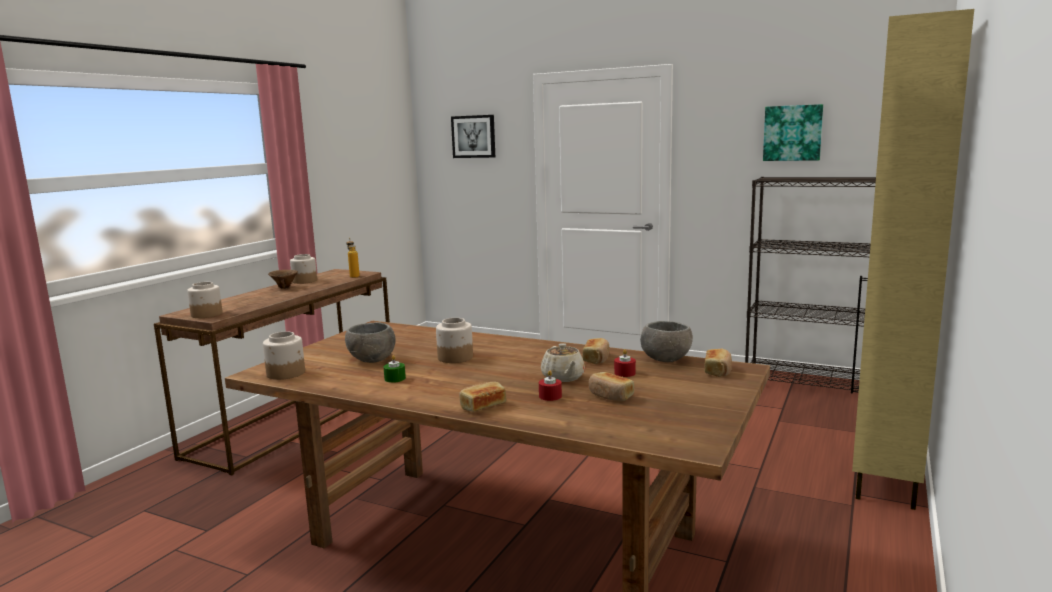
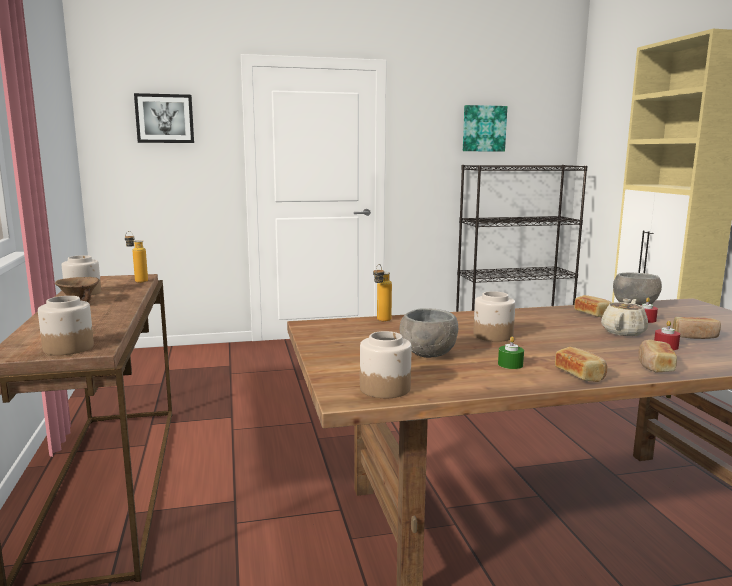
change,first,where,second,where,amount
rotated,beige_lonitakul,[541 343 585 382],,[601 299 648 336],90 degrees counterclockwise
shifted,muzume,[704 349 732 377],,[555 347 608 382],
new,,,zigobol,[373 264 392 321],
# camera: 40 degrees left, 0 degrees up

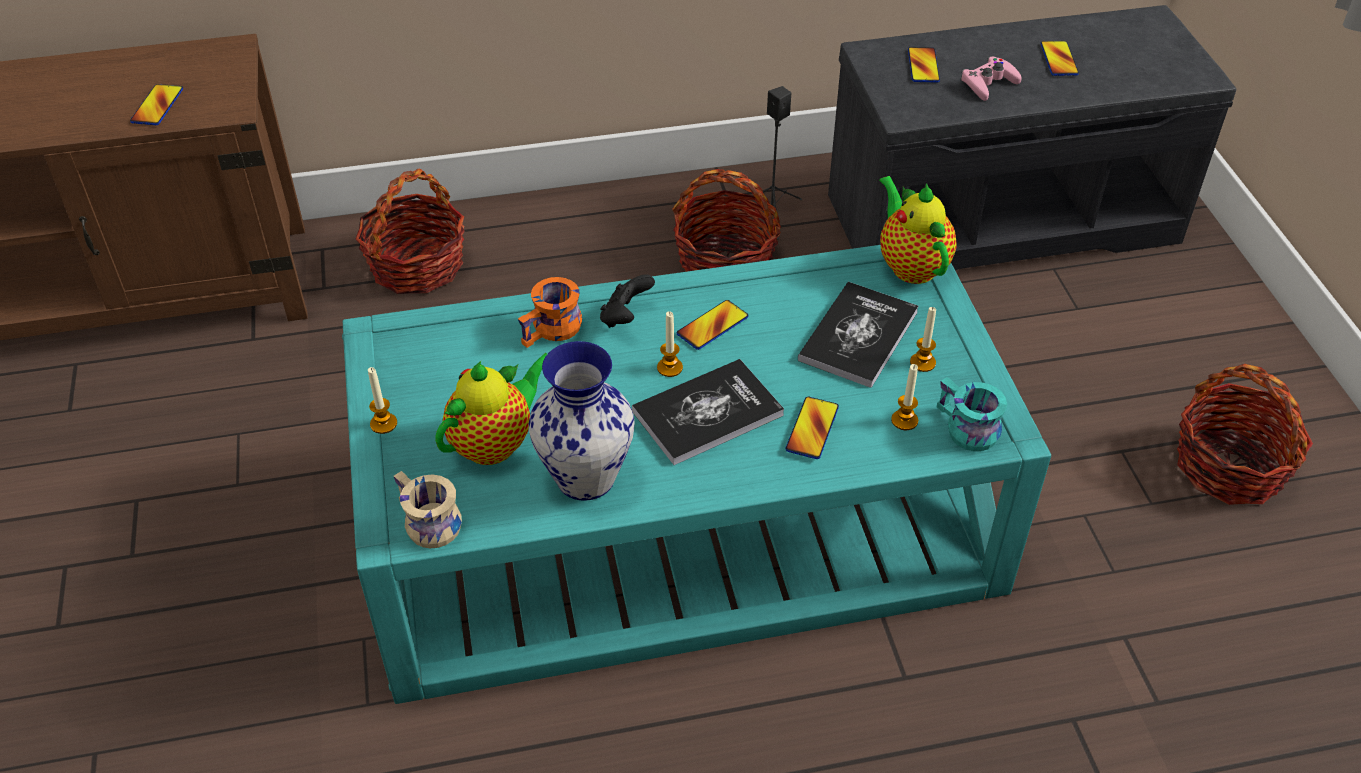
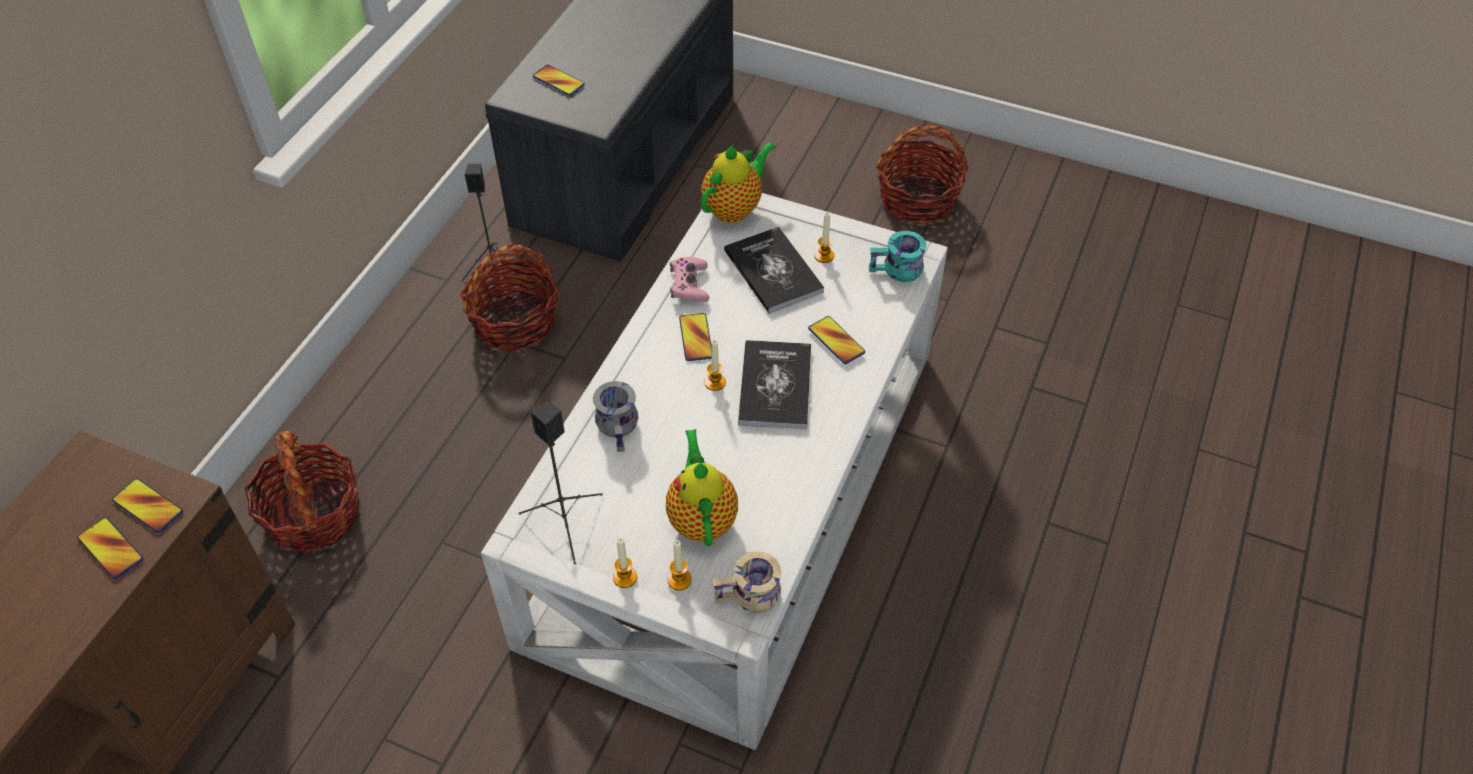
change,first,where,second,where,amount
shifted,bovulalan,[1040 41 1079 76],,[112 478 183 533],
shifted,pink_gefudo,[961 56 1022 101],,[670 257 709 302],
rotated,lonitakul,[879 176 957 284],,[701 142 776 223],120 degrees clockwise
repainted,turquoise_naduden,[342 245 1051 704],white_naduden,[481 193 948 750],
gone,black_gefudo,[600 274 655 328],,,
repainted,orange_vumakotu,[518 277 582 348],grey_vumakotu,[593 381 638 452],
gone,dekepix,[529 341 635 501],,,
shifted,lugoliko,[891 364 918 430],,[667 540 692 590],
new,,,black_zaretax,[519 401 603 565],
# camera: 55 degrees left, 5 degrees up

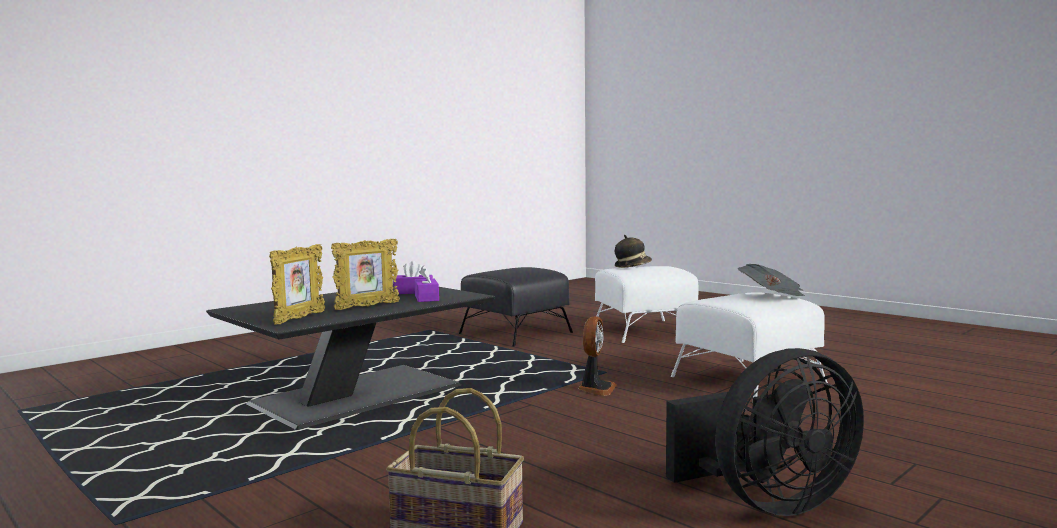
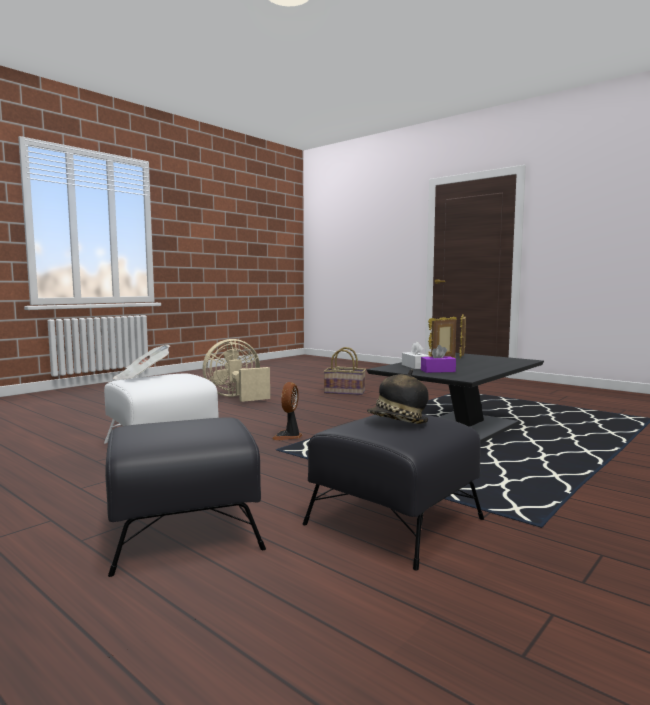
change,first,where,second,where,amount
shifted,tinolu,[615 235 652 268],,[367 369 428 424],
repainted,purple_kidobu,[415 266 439 302],white_kidobu,[402 342 429 369],
repainted,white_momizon,[595 266 698 343],black_momizon,[105 417 266 577],
repainted,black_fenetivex,[666 348 864 516],beige_fenetivex,[202 339 270 402],
# camera: 175 degrees right, 0 degrees up

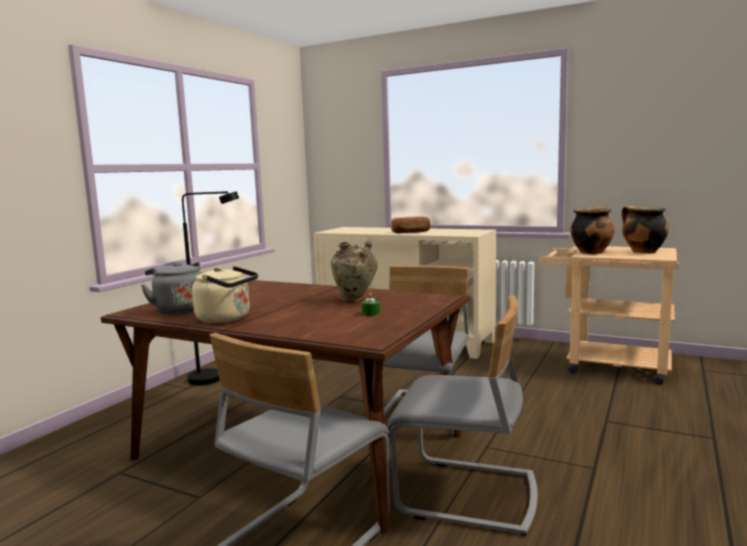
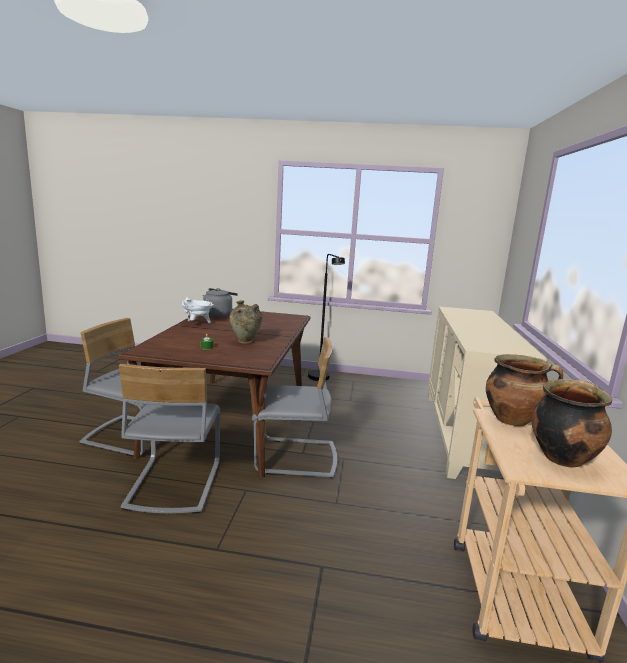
change,first,where,second,where,amount
gone,muzume,[391 216 430 233],,,
swapped,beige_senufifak,[192 266 258 323],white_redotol,[182 297 214 323],
# camera: 70 degrees right, 5 degrees up

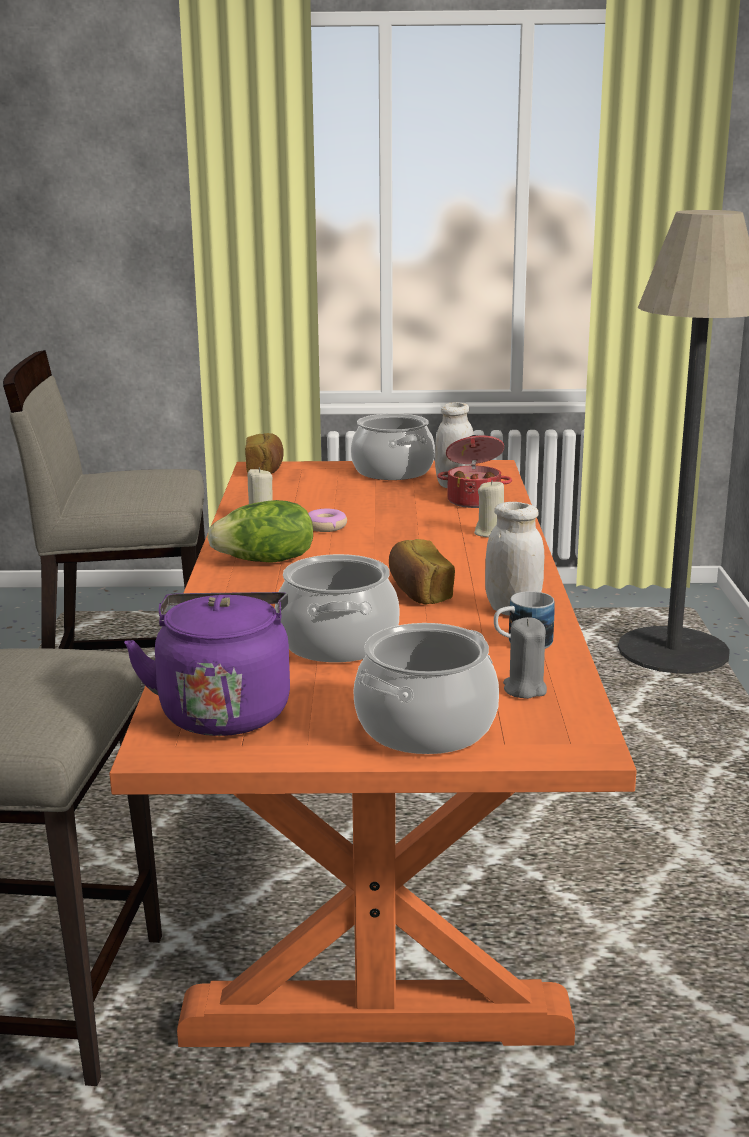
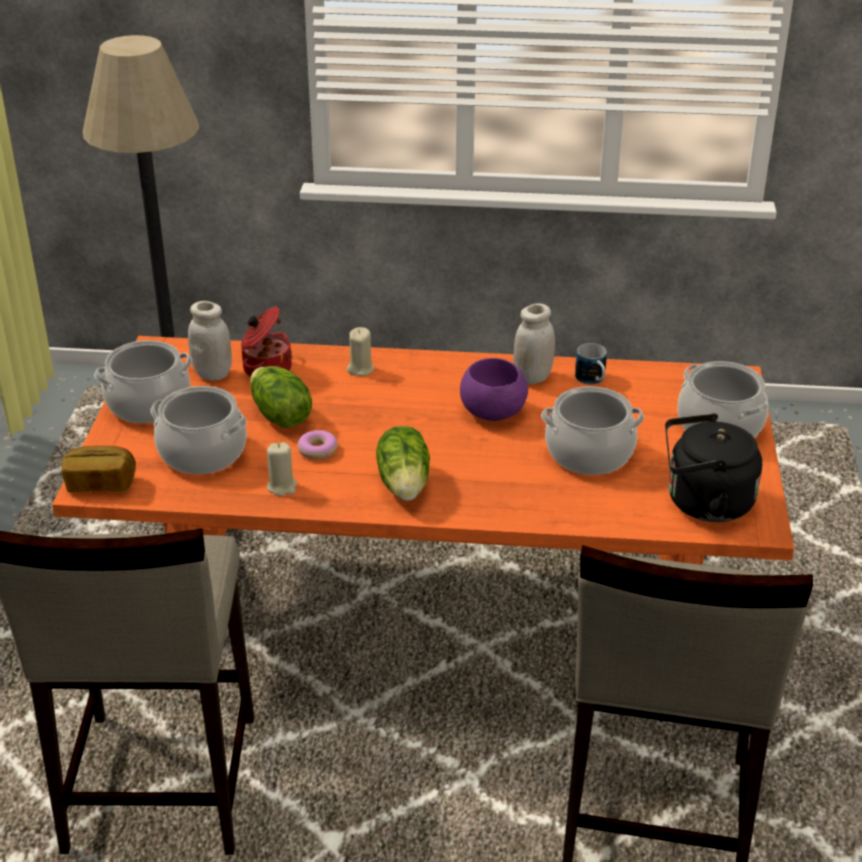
change,first,where,second,where,amount
swapped,muzume,[389 539 455 604],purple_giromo,[460 358 528 421],
repainted,purple_senufifak,[124 592 290 736],black_senufifak,[665 413 763 522],
gone,grey_lugoliko,[503 617 547 699],,,
new,,,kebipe,[250 366 312 428],
new,,,redotol,[151 386 247 474],
# camera: 85 degrees left, 15 degrees up

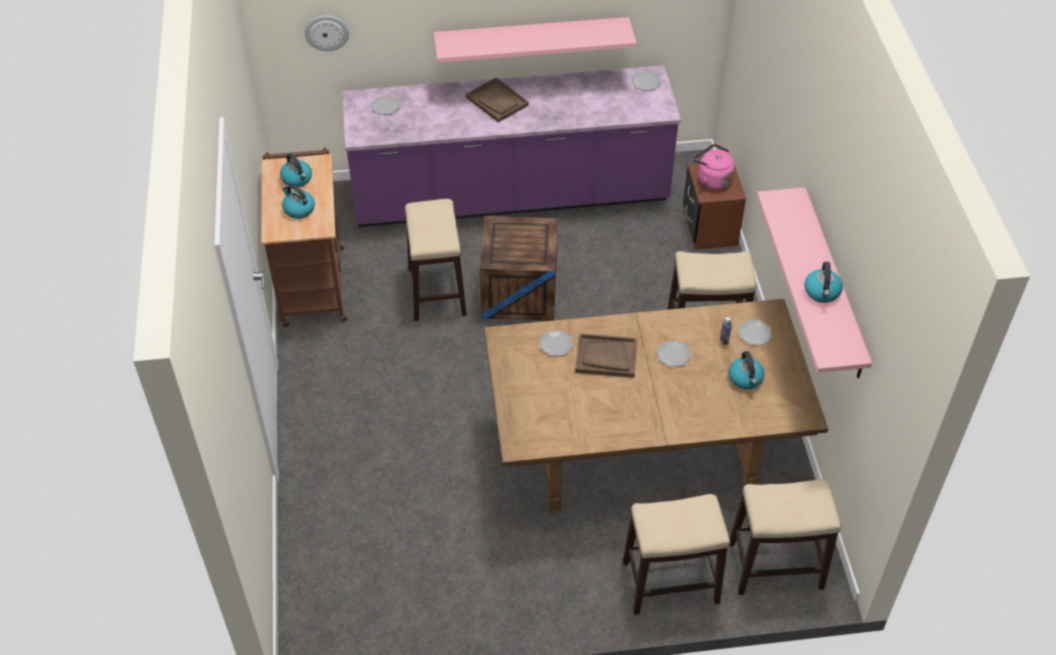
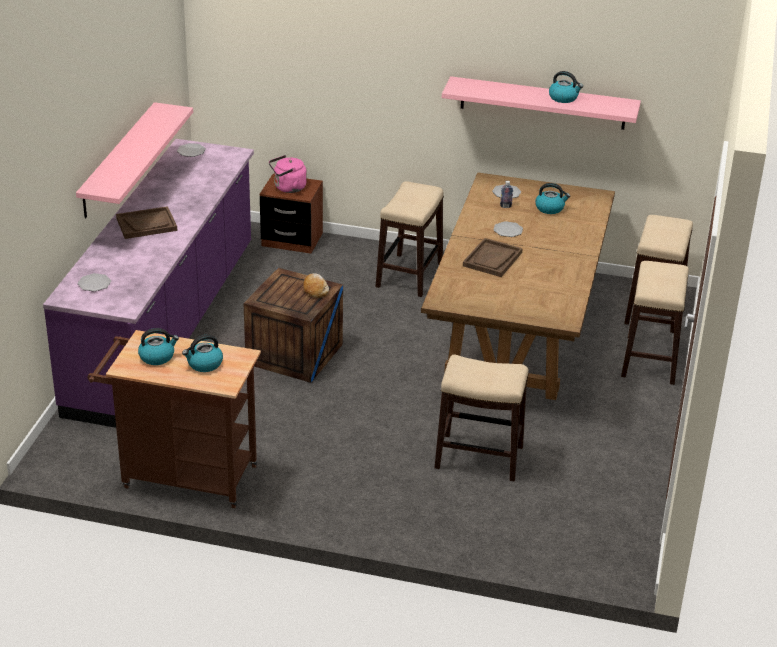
change,first,where,second,where,amount
gone,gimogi,[305 16 349 51],,,
shifted,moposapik,[405 199 467 321],,[434 355 529 481],
gone,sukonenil,[539 330 573 356],,,
new,,,muzume,[303 273 329 298],
# camera: 70 degrees left, 15 degrees down

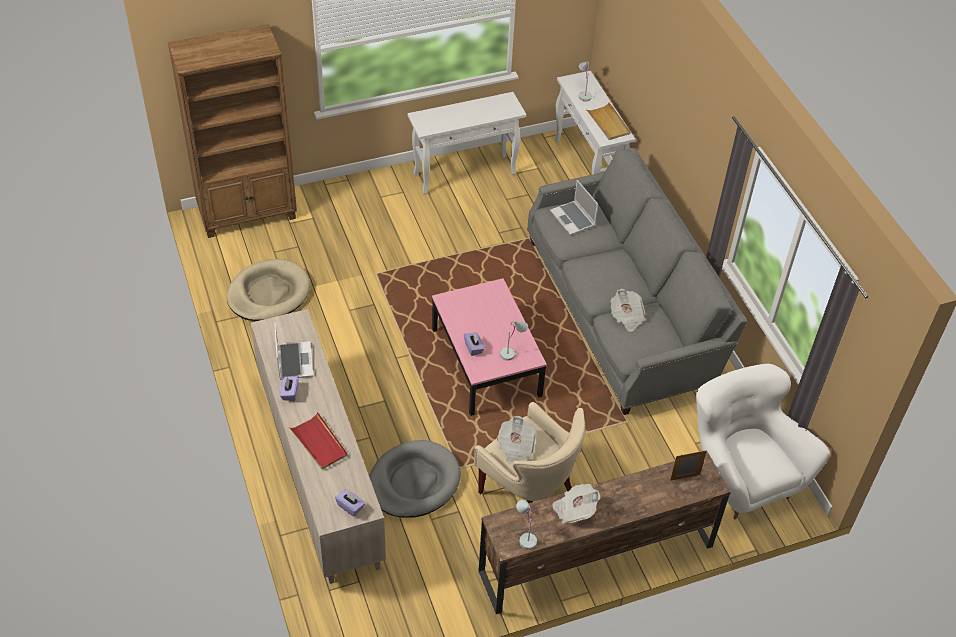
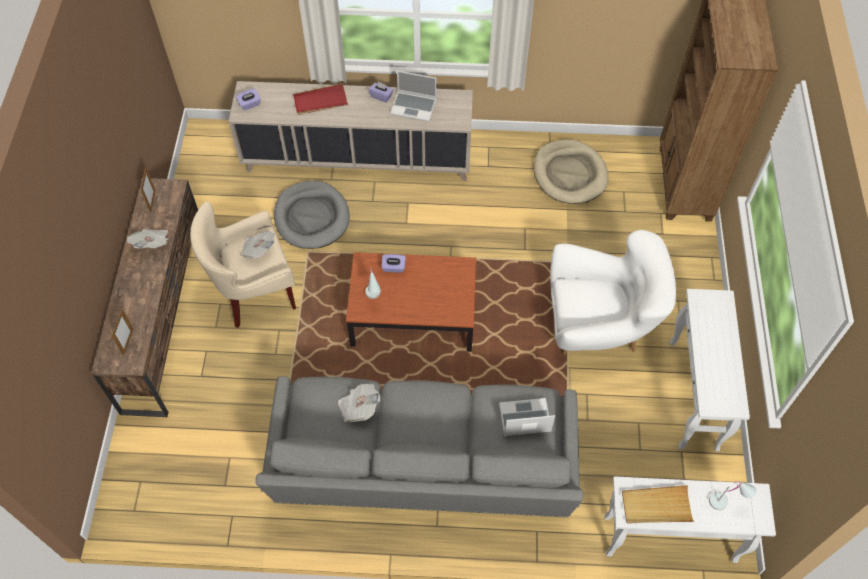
change,first,where,second,where,amount
repainted,pink_naduden,[432 278 547 416],brown_naduden,[346 252 476 352],
shifted,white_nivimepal,[696 364 830 519],,[550 230 676 355],
swapped,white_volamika,[516 500 537 550],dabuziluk,[141 167 156 213],
# camera: 115 degrees right, 10 degrees up

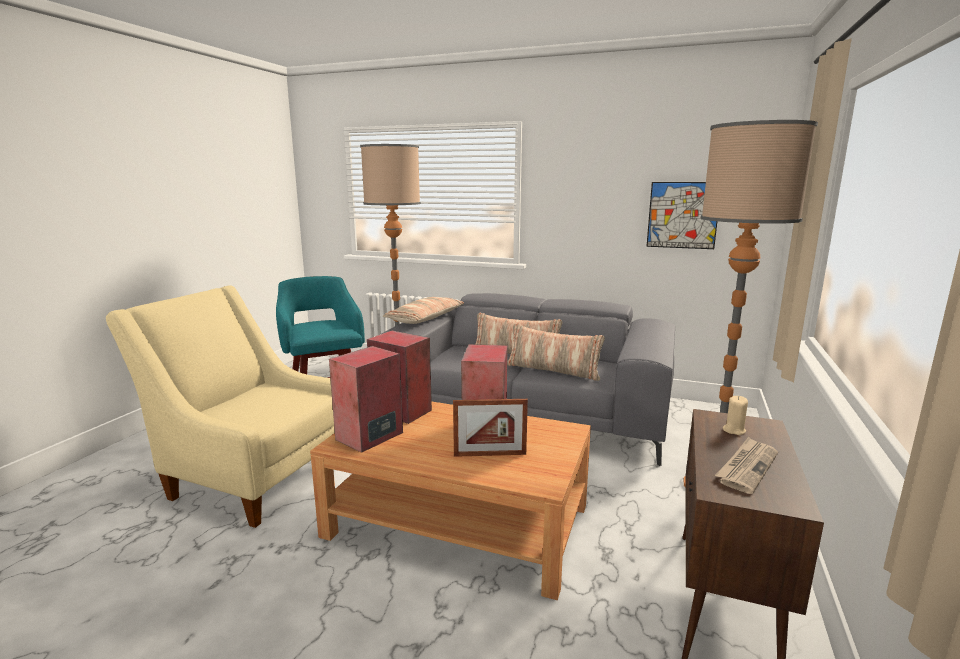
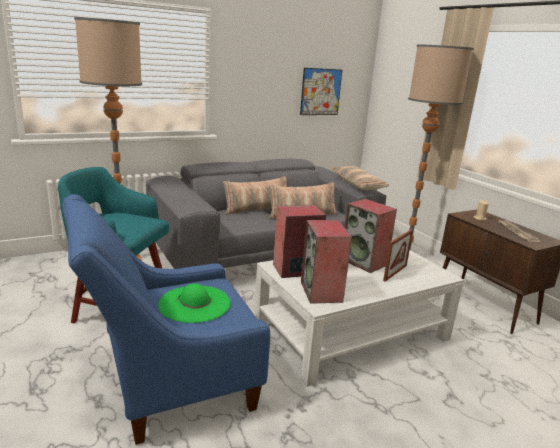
change,first,where,second,where,amount
repainted,beige_nivimepal,[106 286 335 528],blue_nivimepal,[62 194 270 445],
shifted,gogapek,[383 297 464 324],,[331 166 389 190],
repainted,brown_naduden,[310 402 591 600],white_naduden,[254 240 464 387],
new,,,green_tinolu,[158 283 231 323],
# camera: 50 degrees left, 5 degrees up

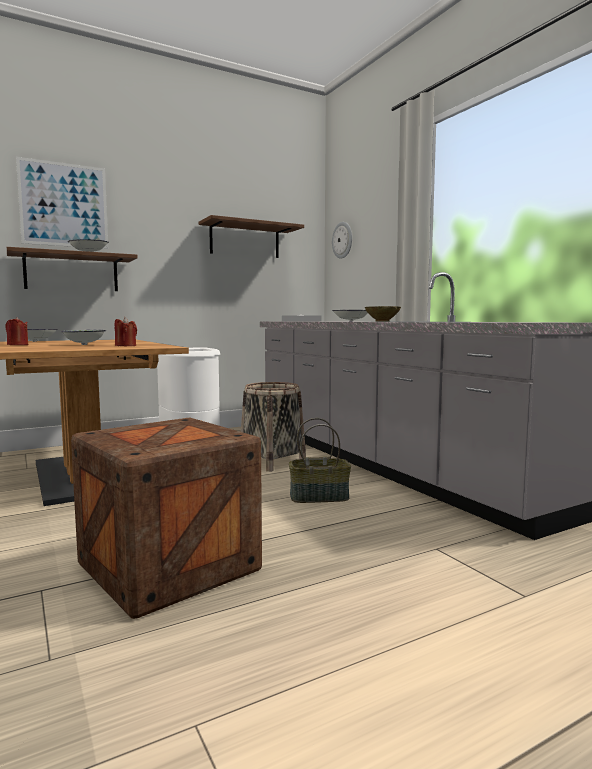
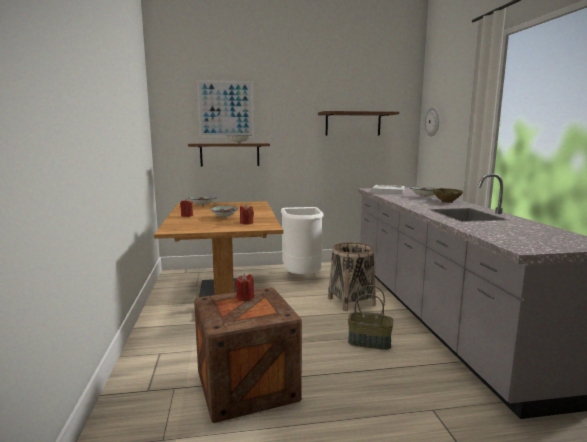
change,first,where,second,where,amount
new,,,red_lugoliko,[235 274 254 301],
# camera: 20 degrees right, 5 degrees up

